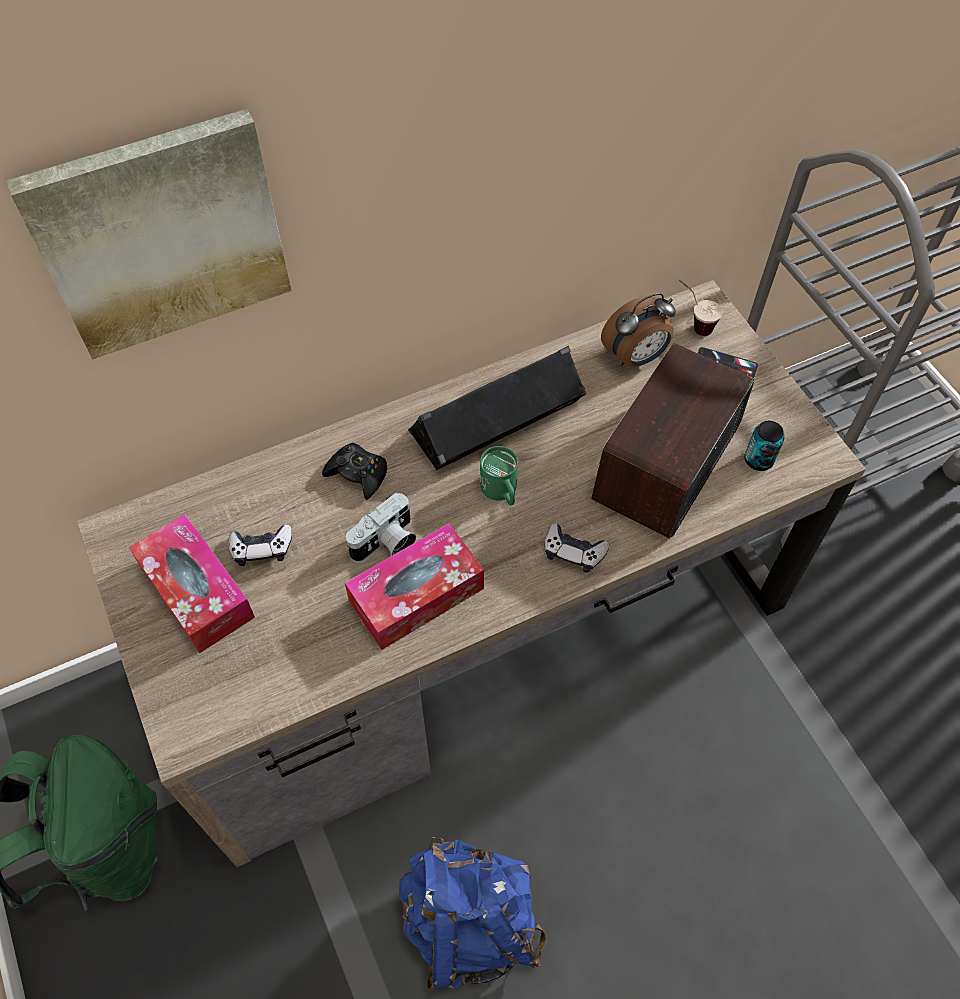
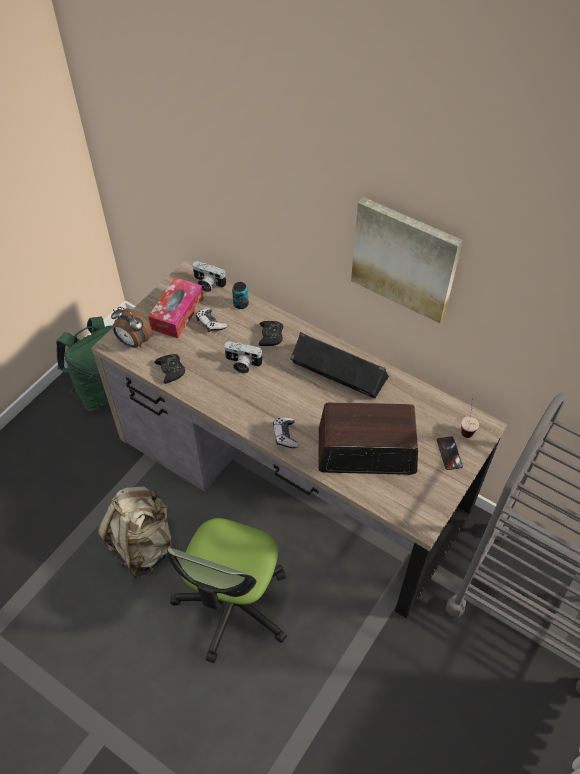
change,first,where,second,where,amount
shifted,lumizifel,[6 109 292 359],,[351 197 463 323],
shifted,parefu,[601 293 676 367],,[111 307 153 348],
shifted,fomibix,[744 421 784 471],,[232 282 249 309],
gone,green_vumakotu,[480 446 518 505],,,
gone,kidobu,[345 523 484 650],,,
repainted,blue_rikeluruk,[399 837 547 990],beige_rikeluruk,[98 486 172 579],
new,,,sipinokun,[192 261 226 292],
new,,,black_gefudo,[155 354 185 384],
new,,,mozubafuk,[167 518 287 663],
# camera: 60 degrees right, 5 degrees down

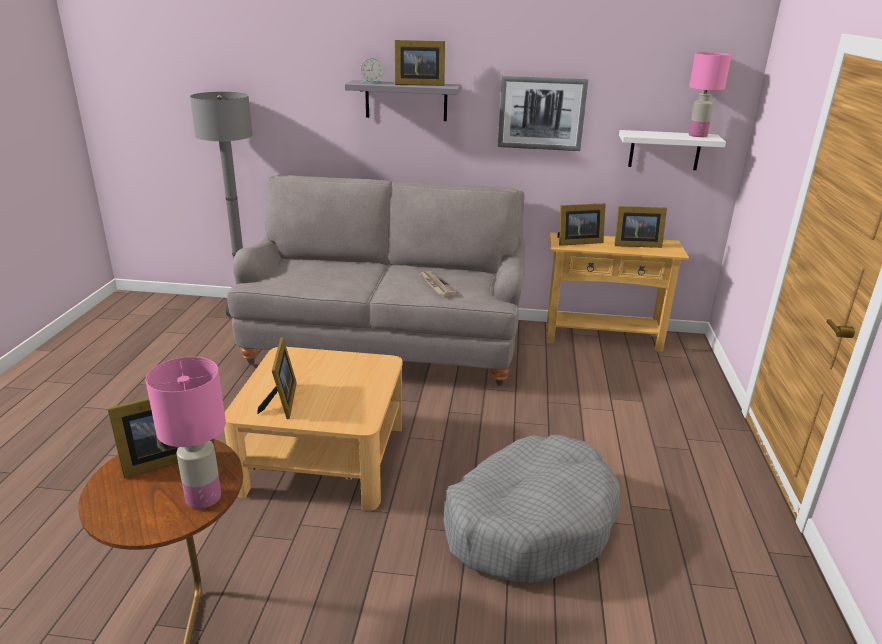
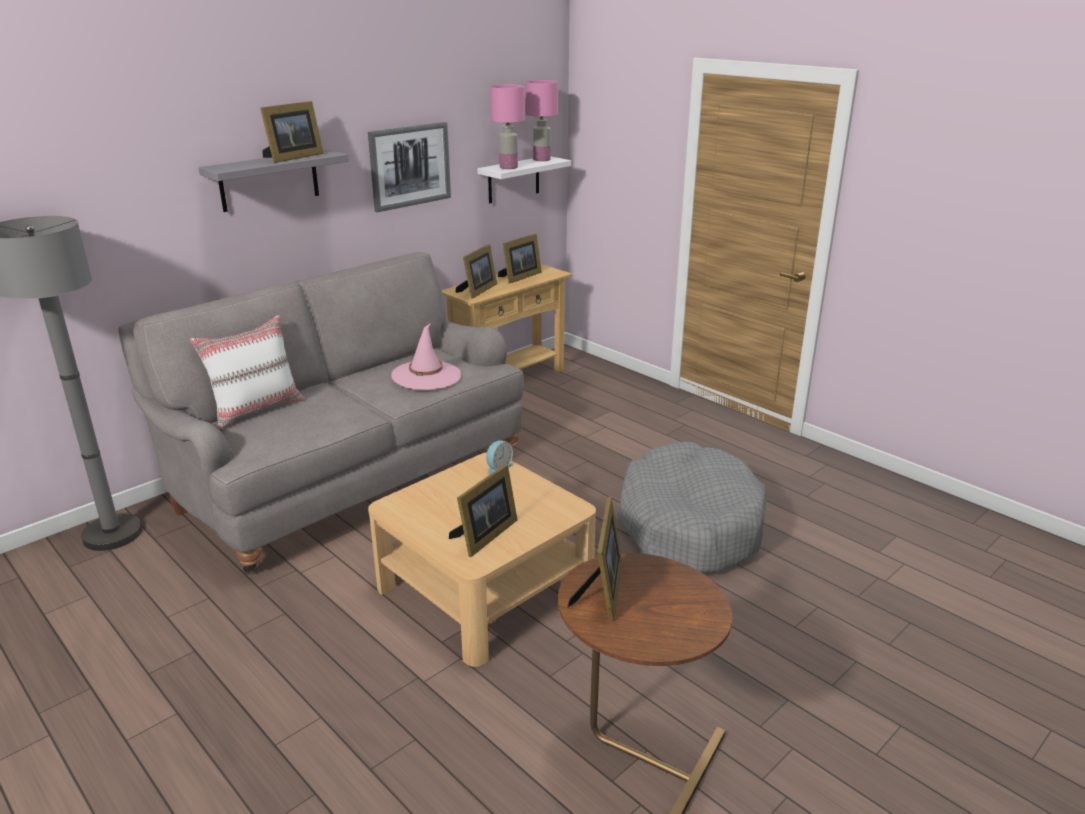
change,first,where,second,where,amount
shifted,parefu,[361 58 383 83],,[486 440 513 475],
swapped,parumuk,[419 271 458 297],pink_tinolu,[391 323 461 390],
rotated,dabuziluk,[257 337 297 419],,[449 464 517 557],90 degrees clockwise
shifted,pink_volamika,[145 357 226 509],,[490 85 525 169],
new,,,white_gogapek,[190 315 305 429],
# camera: 50 degrees left, 0 degrees up

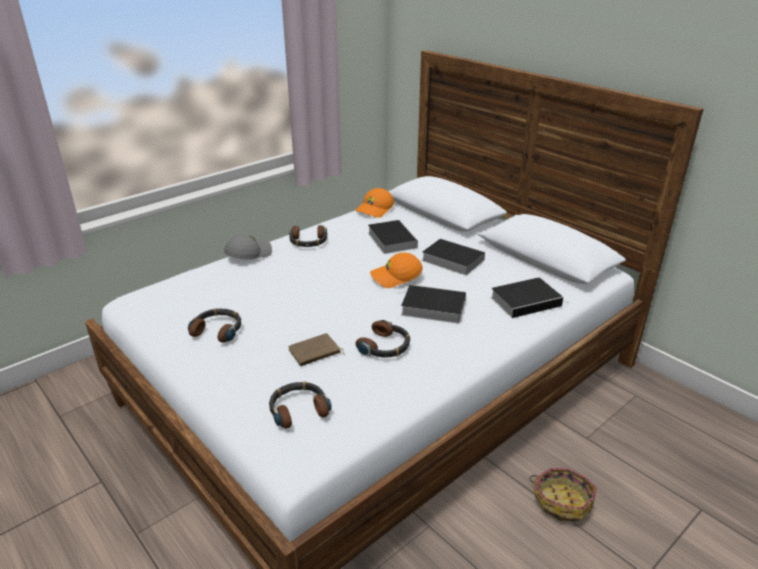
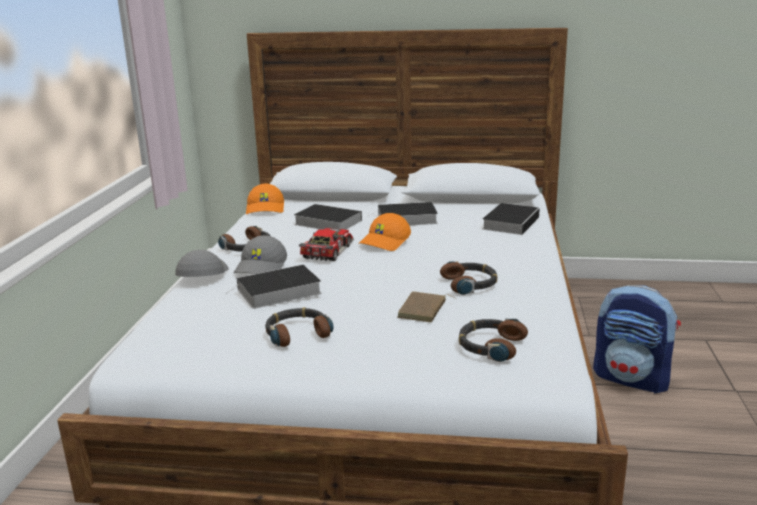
change,first,where,second,where,amount
shifted,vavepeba,[399 285 466 324],,[225 264 322 309],
swapped,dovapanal,[529 468 597 522],rikeluruk,[593 285 681 394],
new,,,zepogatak,[299 228 354 261],
new,,,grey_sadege,[234 235 287 274],
# camera: 40 degrees left, 10 degrees down

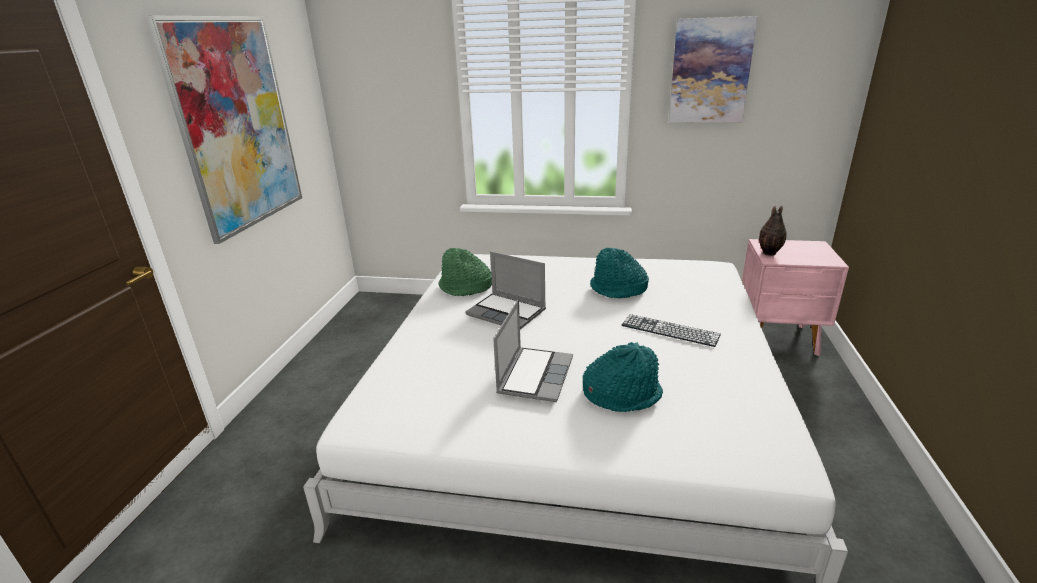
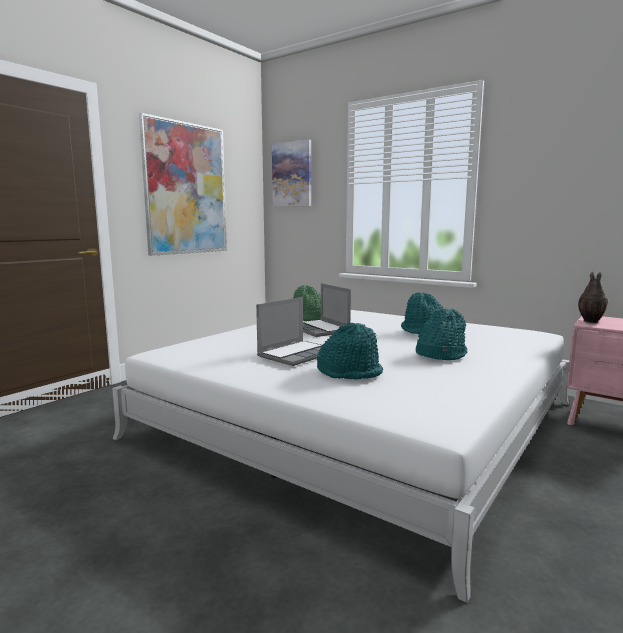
change,first,where,second,where,amount
shifted,lumizifel,[668 16 758 123],,[272 139 311 207],
swapped,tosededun,[621 314 721 347],turquoise_tinolu,[415 309 467 360],
# camera: 25 degrees right, 15 degrees down

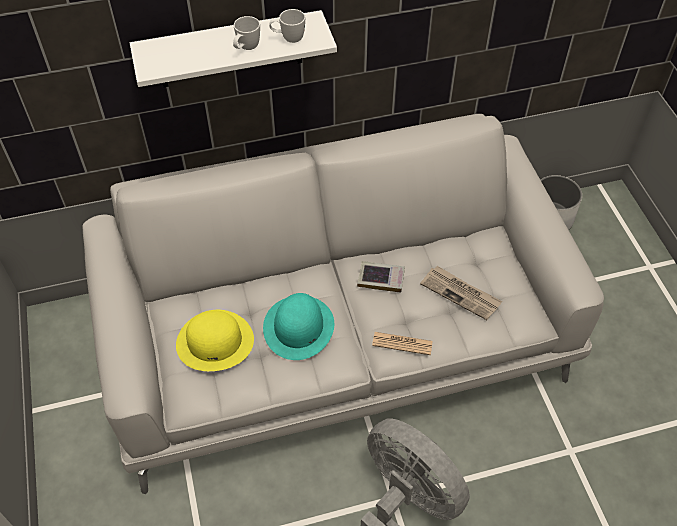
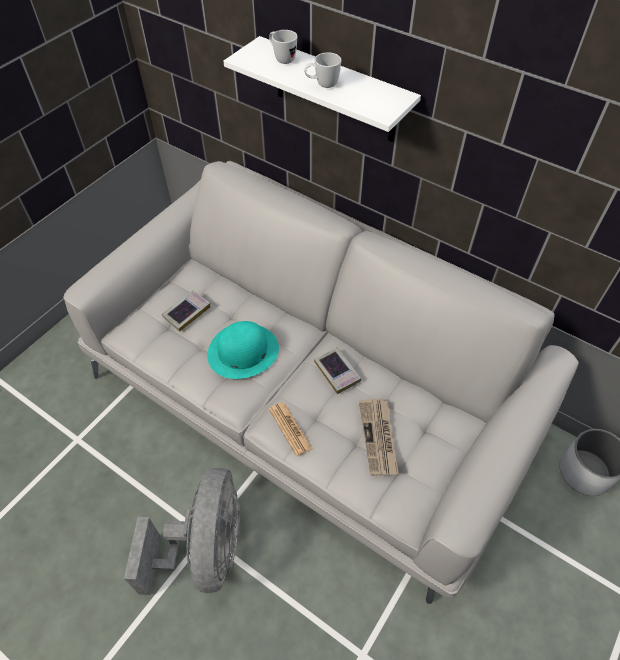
change,first,where,second,where,amount
shifted,white_vumakotu,[269 9 305 43],,[269 30 297 64],
swapped,yellow_tinolu,[176 310 254 371],vavepeba,[162 290 211 332],
# camera: 50 degrees right, 0 degrees up

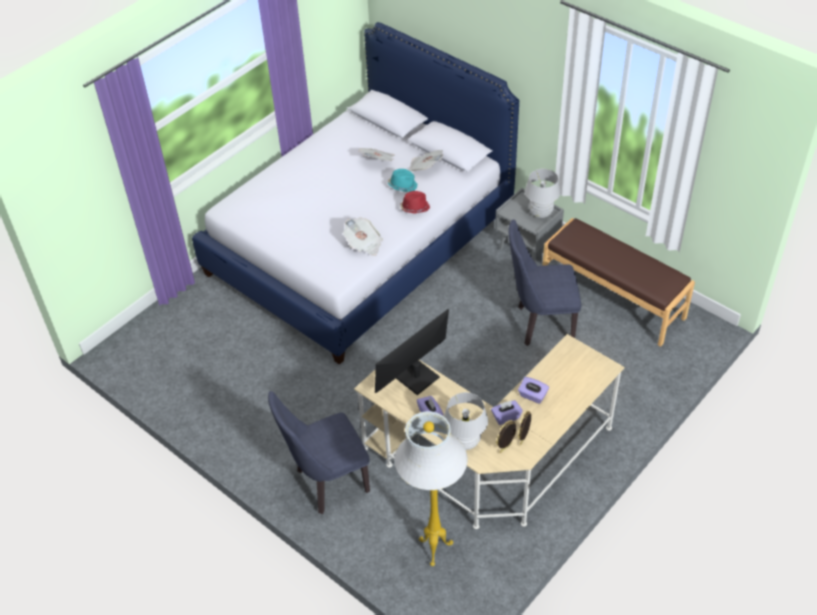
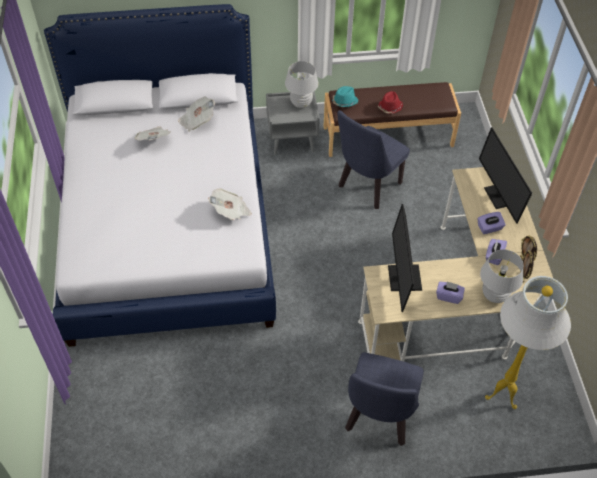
change,first,where,second,where,amount
shifted,turquoise_tinolu,[388 169 418 192],,[332 86 358 107],
shifted,red_tinolu,[400 191 430 214],,[378 91 403 113],
new,,,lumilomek,[479 127 532 224],
# camera: 50 degrees left, 5 degrees up

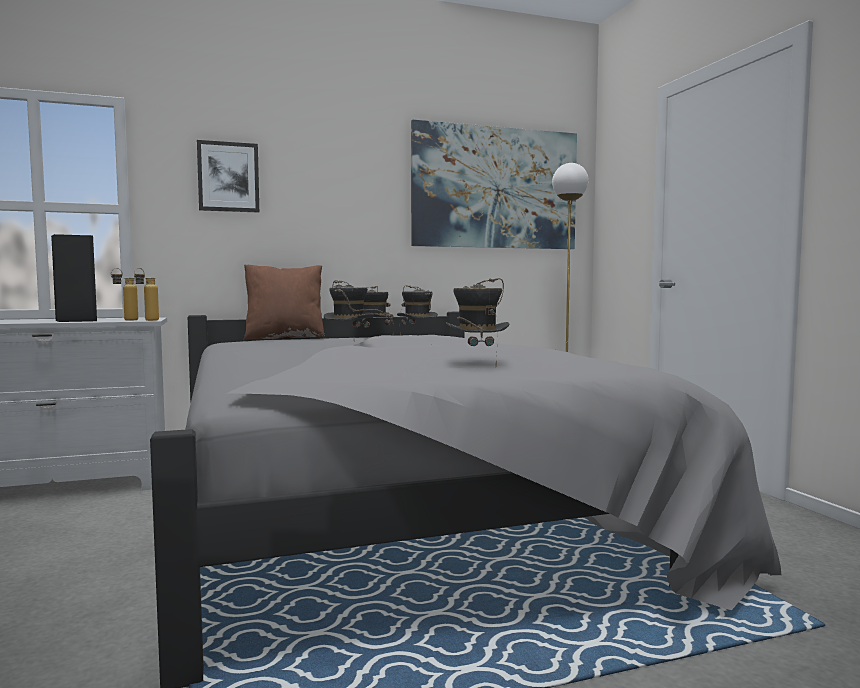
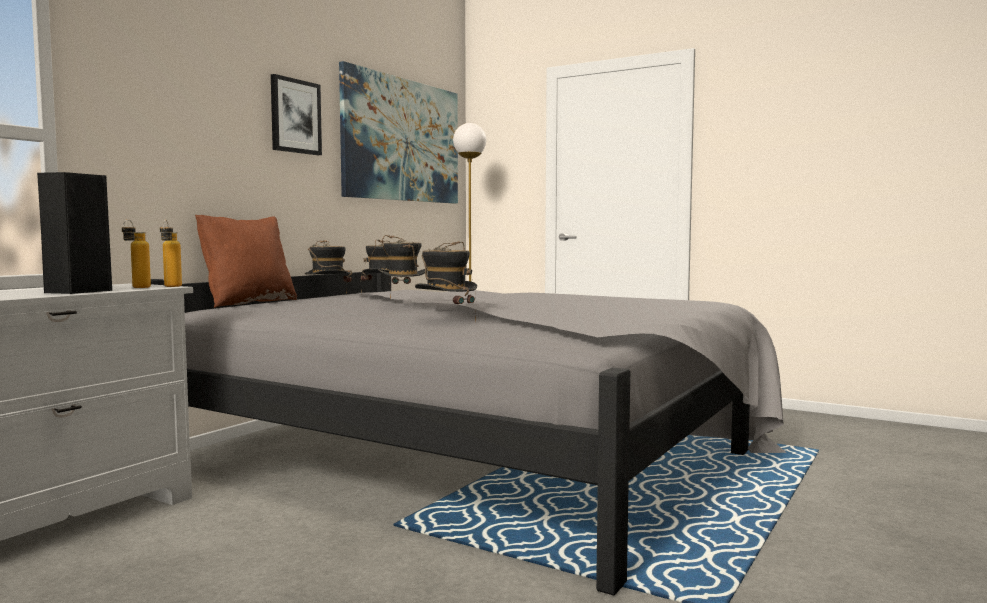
change,first,where,second,where,amount
shifted,lumizifel,[197 140 259 213],,[271 74 322 155],
shifted,tinolu,[446 278 510 365],,[415 241 477 322],
# camera: 40 degrees left, 0 degrees up

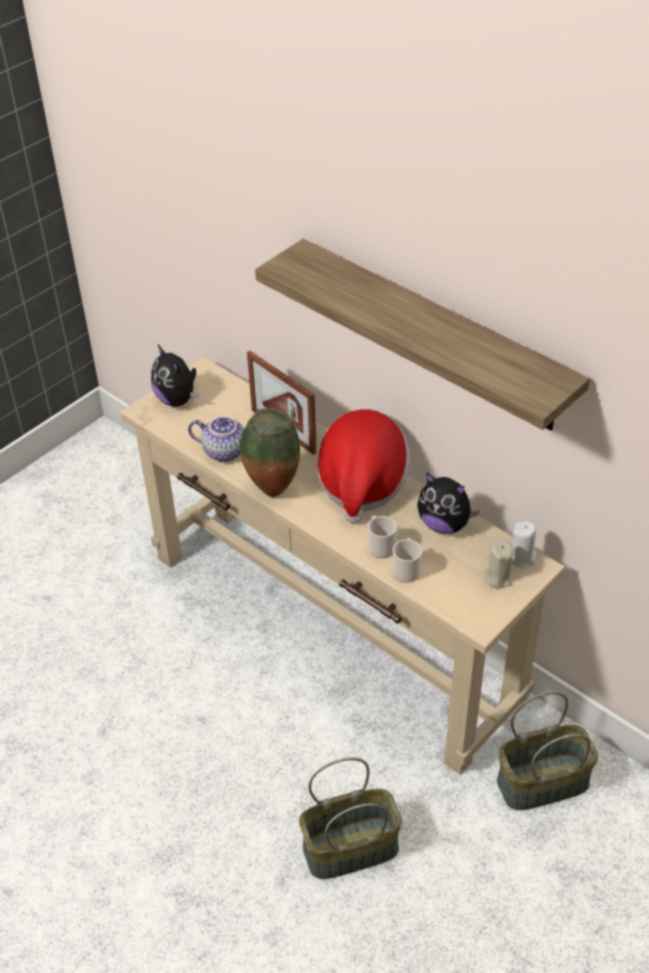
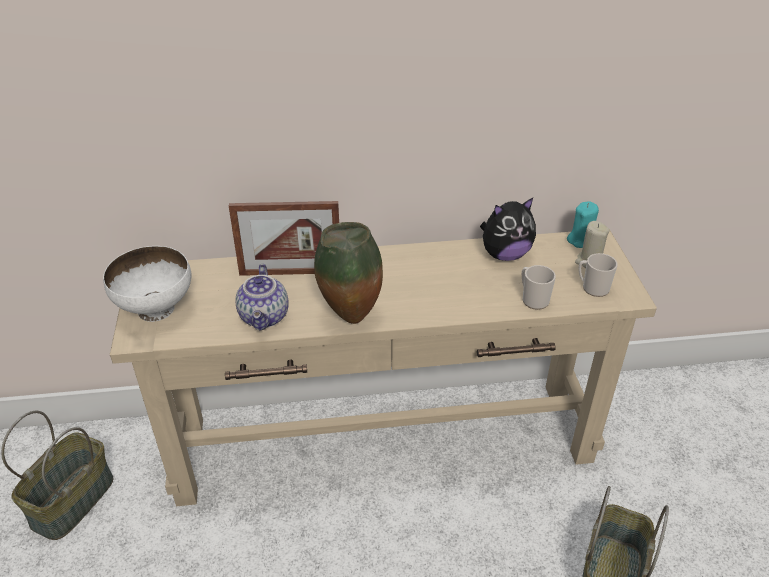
change,first,where,second,where,amount
gone,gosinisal,[255 239 590 430],,,
swapped,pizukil,[151 345 200 407],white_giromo,[103 246 191 322],
gone,tinolu,[317 409 410 523],,,
rotated,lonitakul,[188 416 244 462],,[235 264 288 331],120 degrees clockwise
shifted,vumakotu,[368 516 397 558],,[579 253 618 297],
repainted,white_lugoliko,[512 521 537 568],turquoise_lugoliko,[567 201 599 248],
shifted,dovapanal,[497 692 599 810],,[1 411 113 540],
# camera: 50 degrees left, 5 degrees down

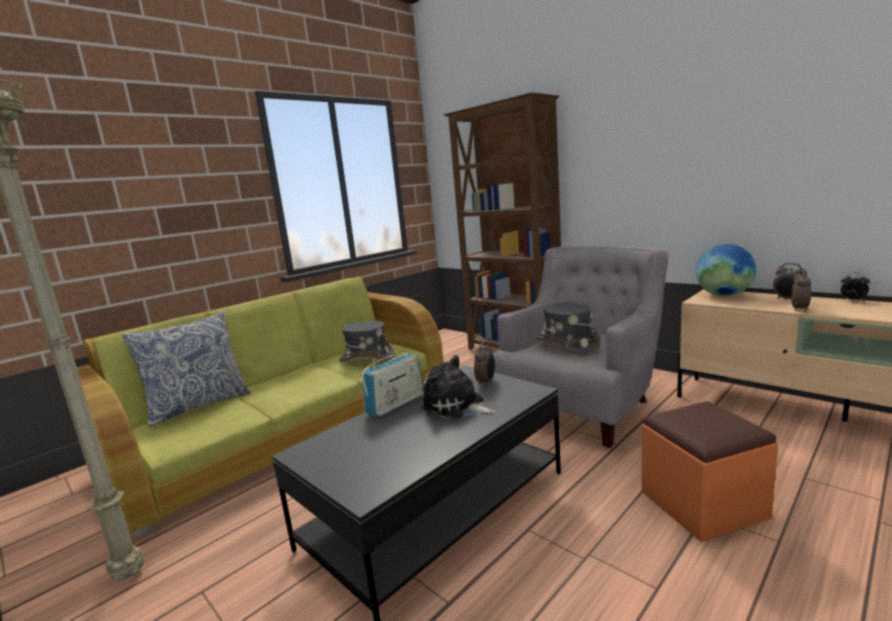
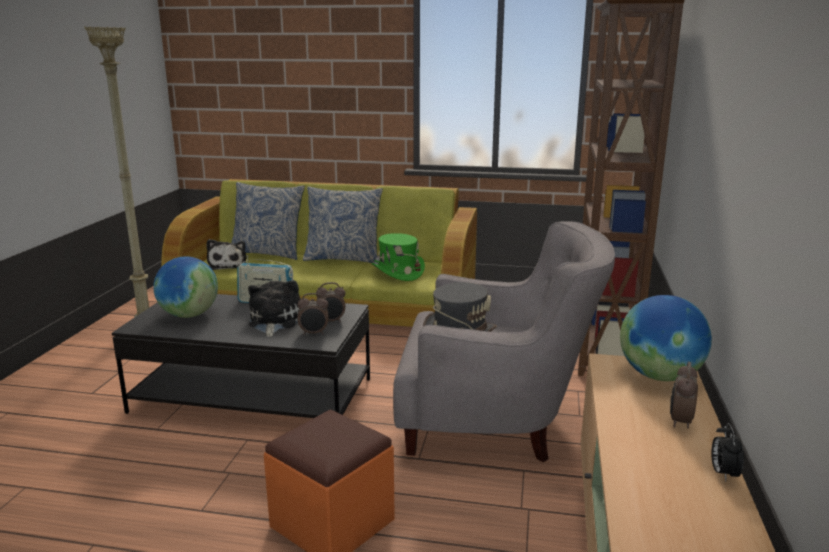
change,first,where,second,where,amount
shifted,parefu,[791 270 811 312],,[297 293 329 335],
repainted,grey_tinolu,[339 321 396 362],green_tinolu,[372 233 425 281],
new,,,gogapek,[303 187 383 263],
new,,,pizukil,[207 239 246 270],
new,,,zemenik,[153 256 218 318],
# camera: 55 degrees right, 5 degrees up

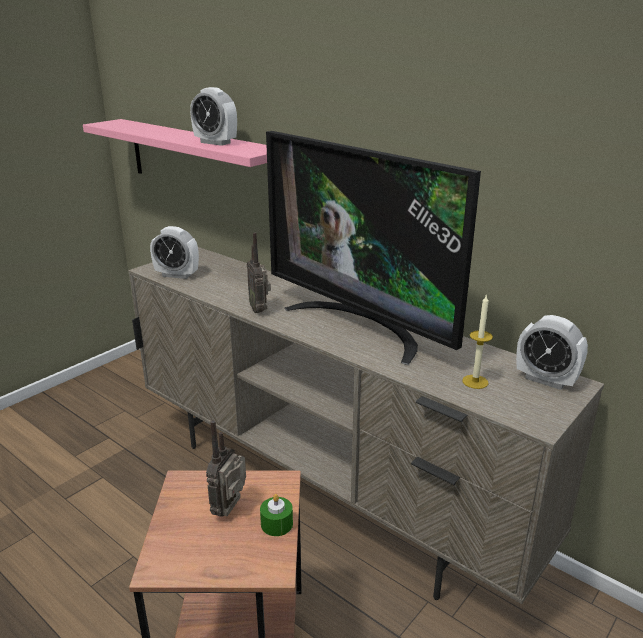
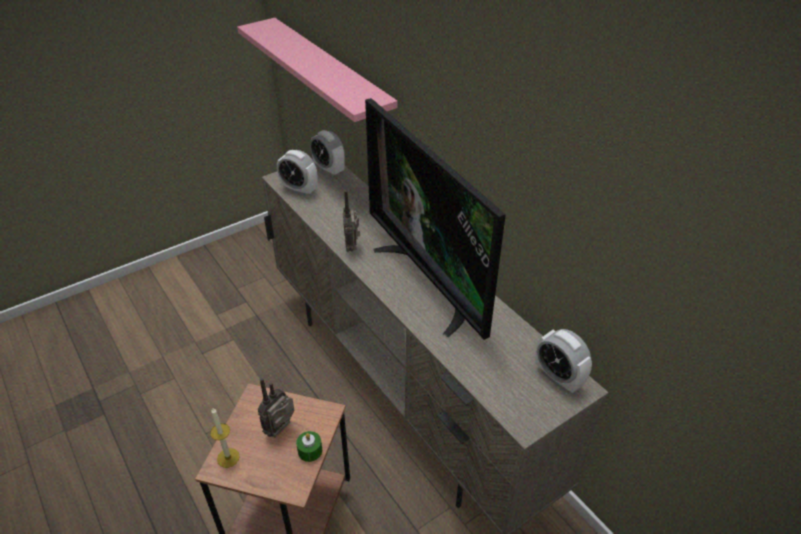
change,first,where,second,where,amount
shifted,parefu,[190 87 237 146],,[310 130 345 177],
shifted,lugoliko,[462 294 493 389],,[210 408 240 468],
# camera: 15 degrees right, 15 degrees up

